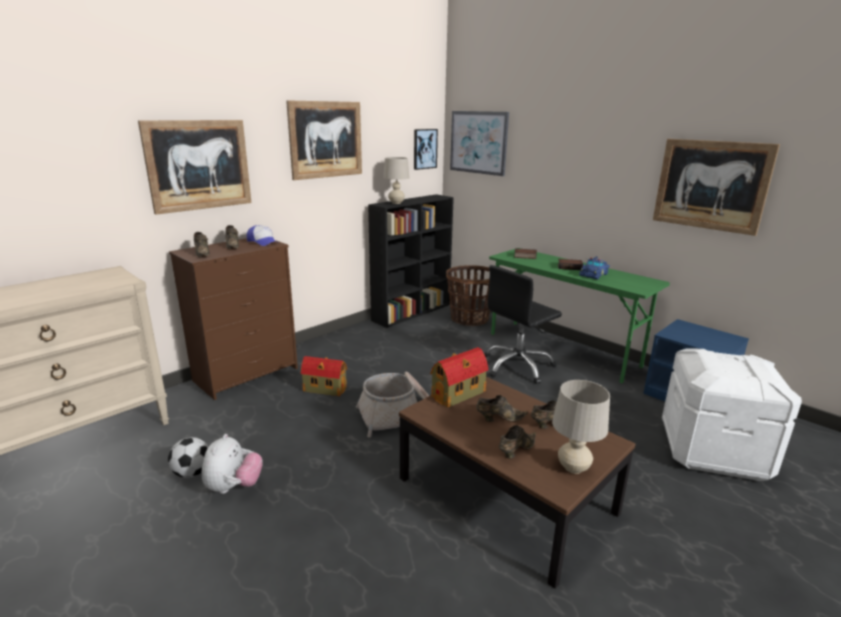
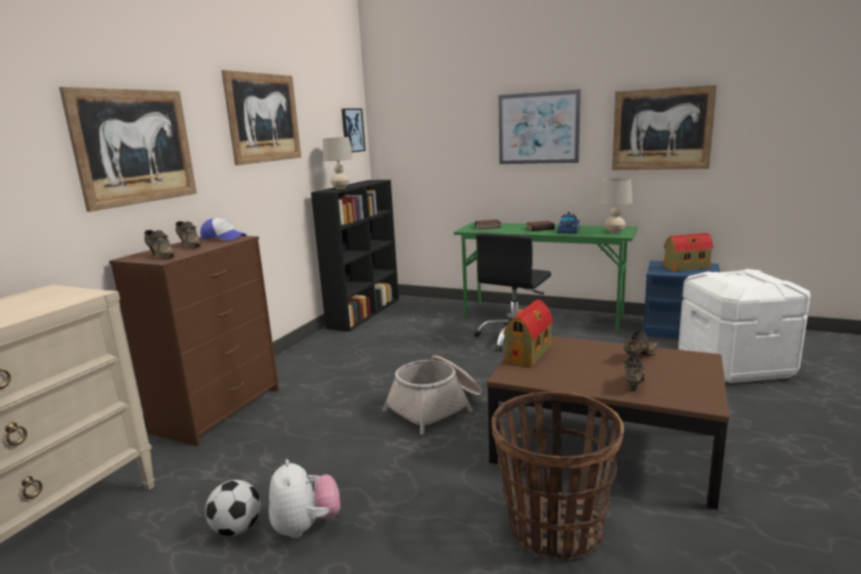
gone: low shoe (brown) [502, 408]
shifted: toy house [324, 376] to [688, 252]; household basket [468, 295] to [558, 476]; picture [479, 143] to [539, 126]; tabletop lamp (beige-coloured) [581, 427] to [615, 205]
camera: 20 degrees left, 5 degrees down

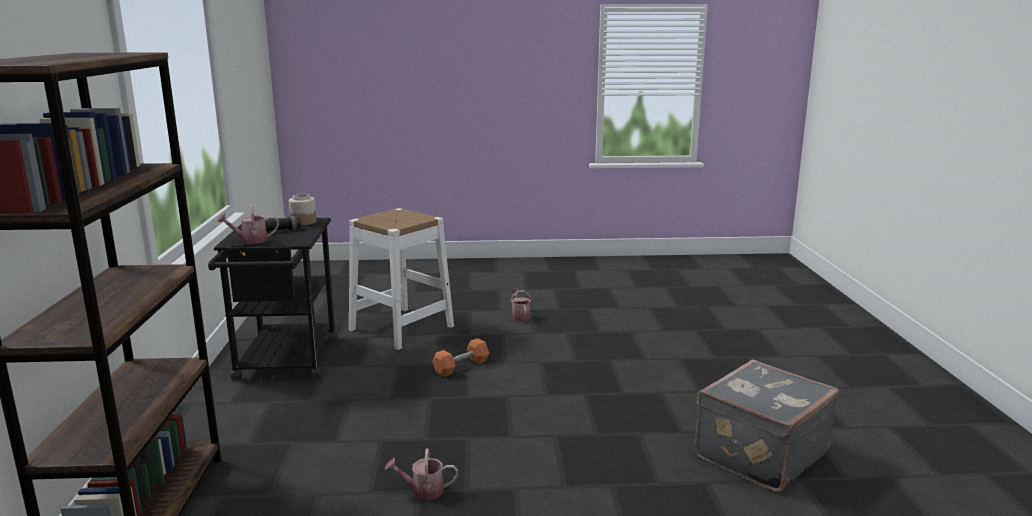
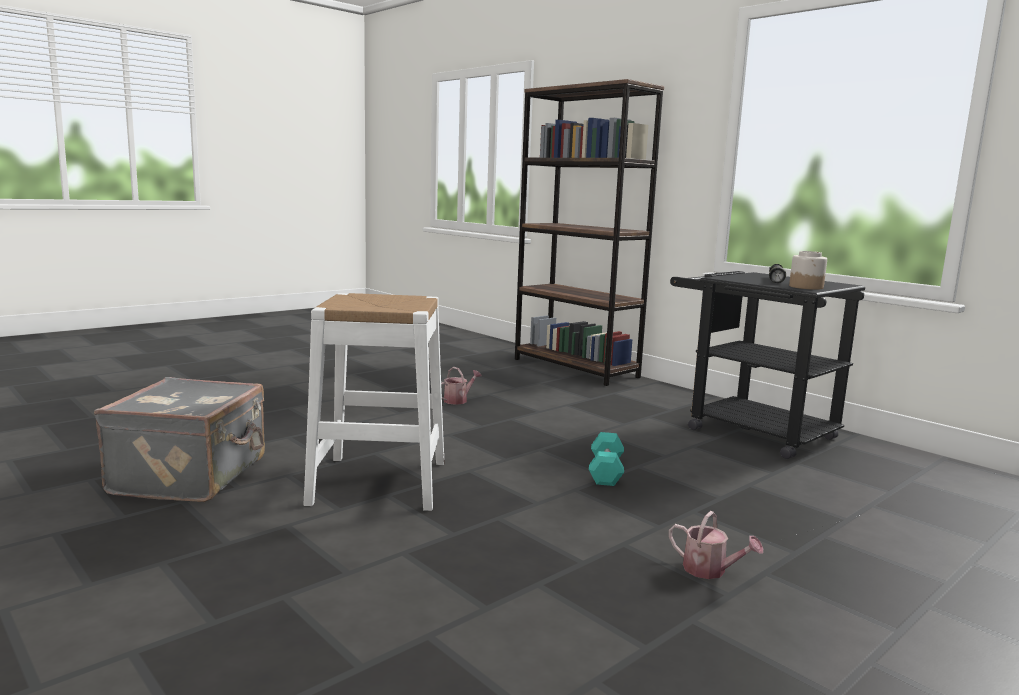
gone: watering pot [248, 224]
shifted: stool (white) [401, 279] to [374, 402]
repainted: dumbbell (orange-coloured) [461, 357] to dumbbell (turquoise) [606, 459]
camera: 140 degrees right, 5 degrees down

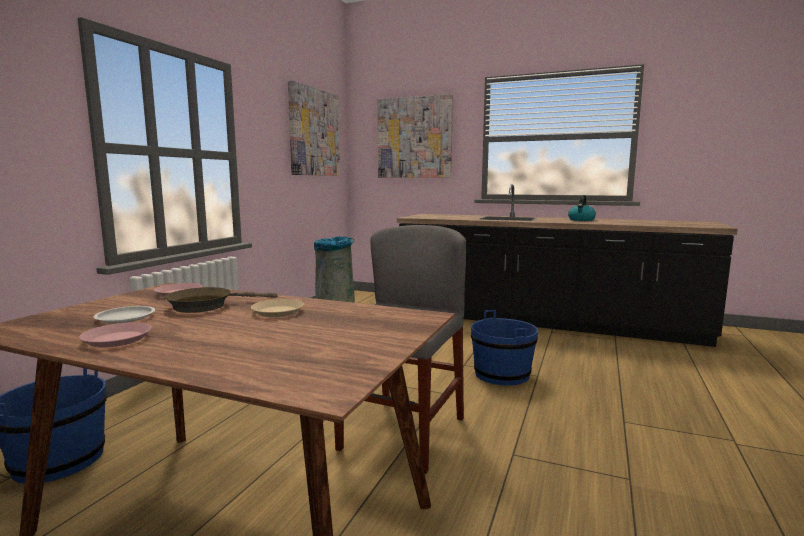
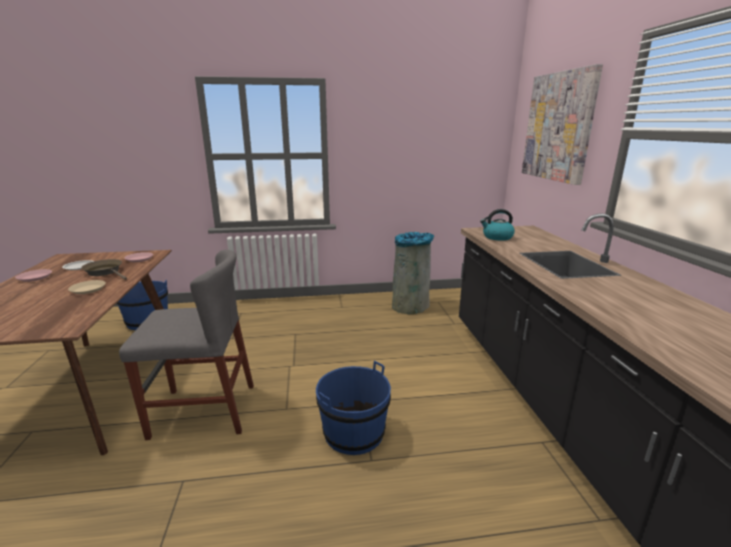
gone: picture [314, 128]
shifted: kettle [582, 208] to [497, 225]
camera: 60 degrees right, 10 degrees up

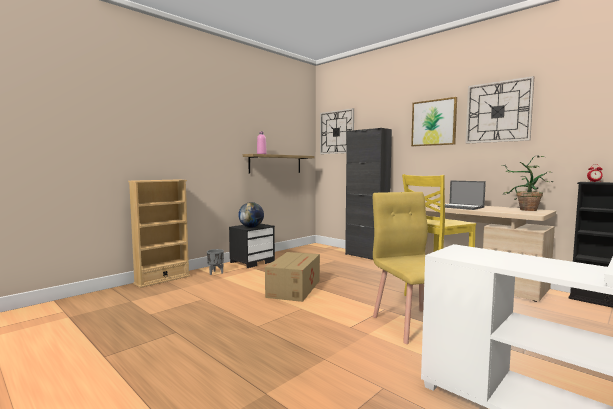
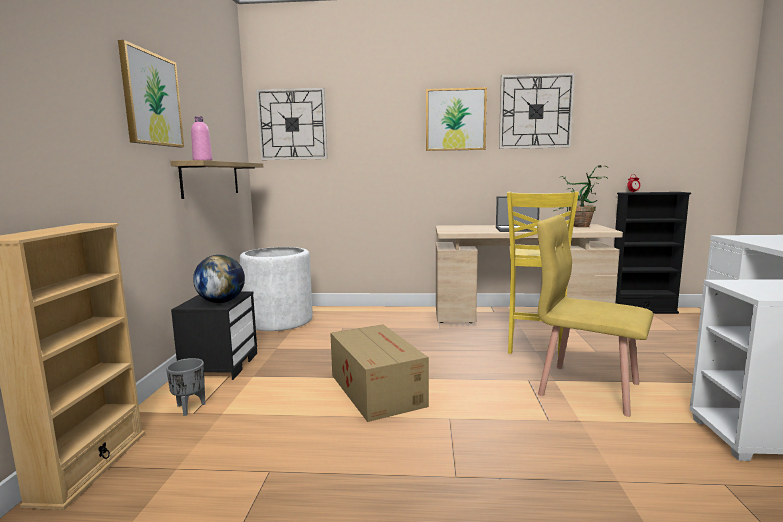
gone: cabinet (black-coloured) [368, 194]
new: picture [151, 93]; flower pot (white) [276, 289]
camera: 40 degrees left, 5 degrees up

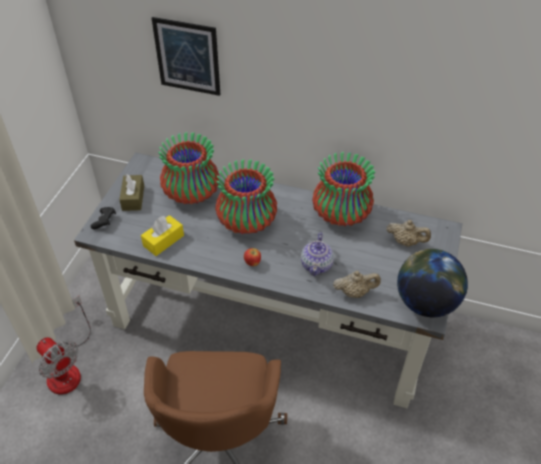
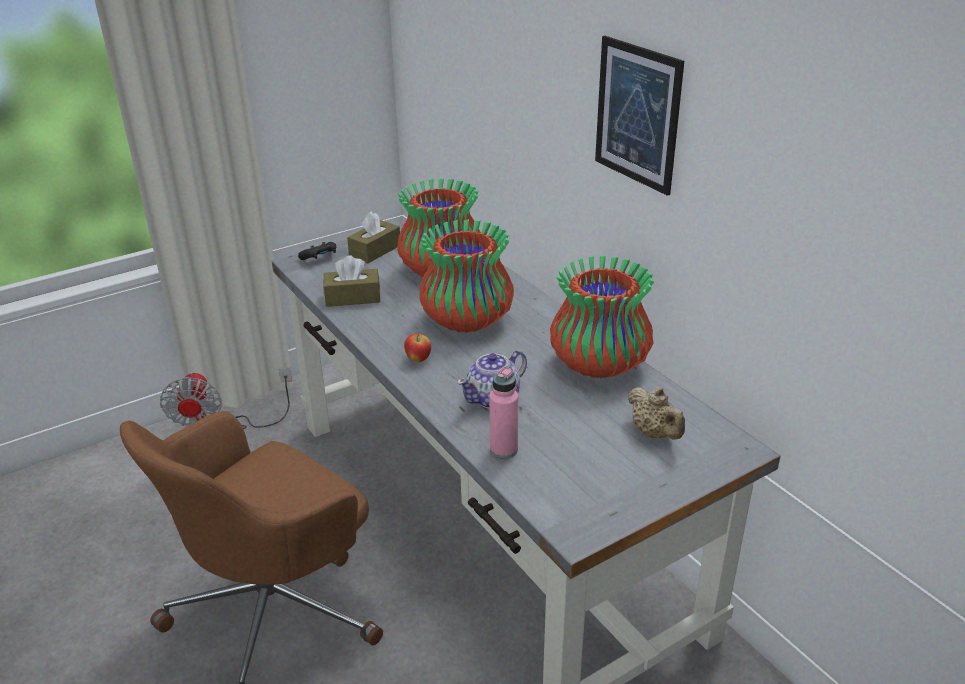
gone: world globe [432, 283]
shifted: picture [186, 56] to [639, 116]
swapped: tea pot (beige-coloured) [357, 284] to bottle (pink-coloured) [503, 412]
repainted: tissue holder (yellowish) [162, 235] to tissue holder (brown) [352, 281]
camera: 40 degrees right, 15 degrees down

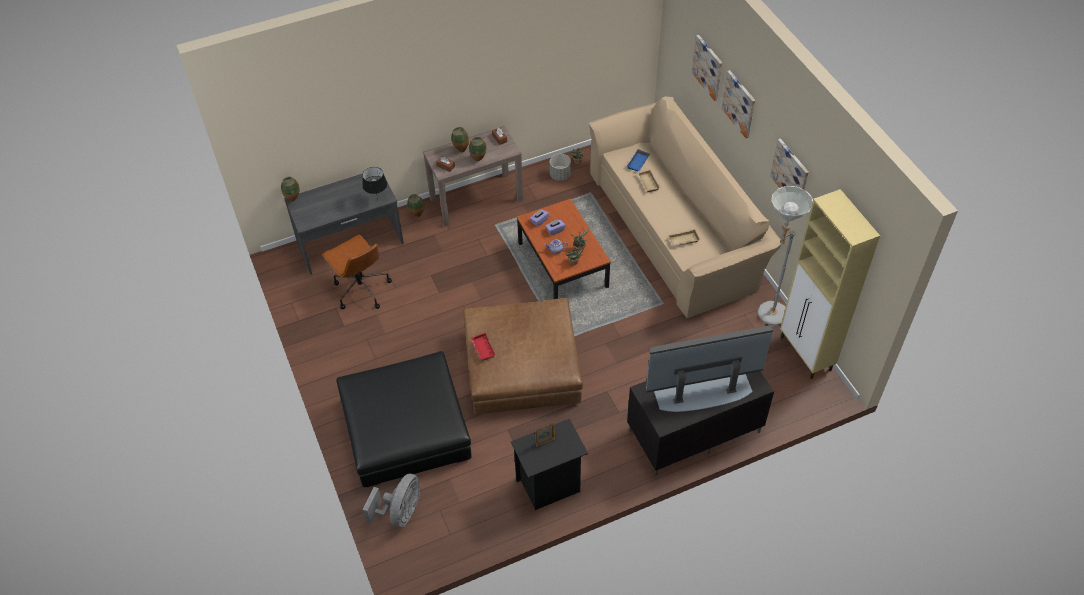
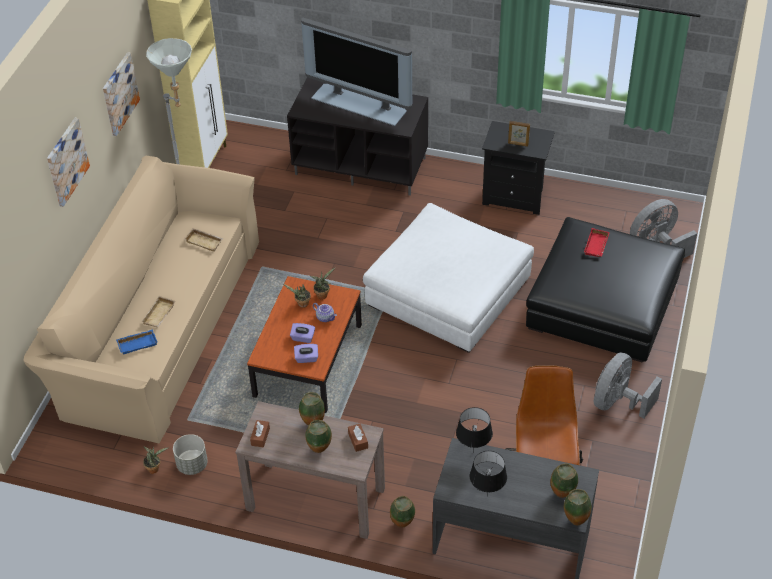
gone: picture [707, 68]
new: tabletop lamp (black-coloured) [488, 473]; vase [564, 480]; electric fan (greyish) [628, 385]
shifted: serving tray (red-coloured) [483, 347] to [597, 242]
repainted: pouffe (brown) [523, 356] to pouffe (white) [448, 278]
camera: 140 degrees left, 5 degrees down

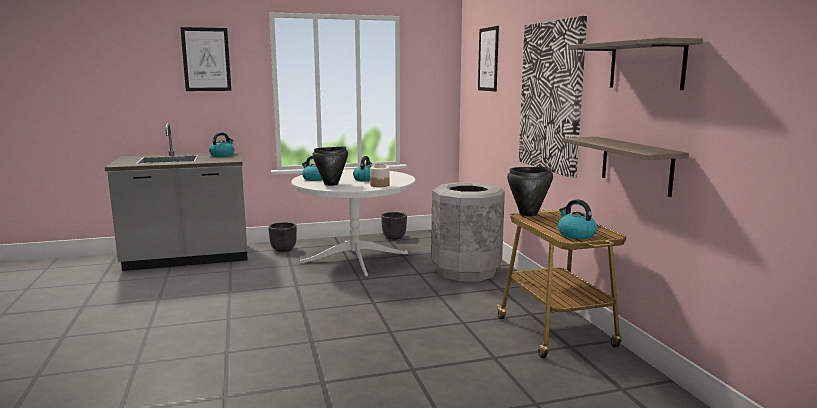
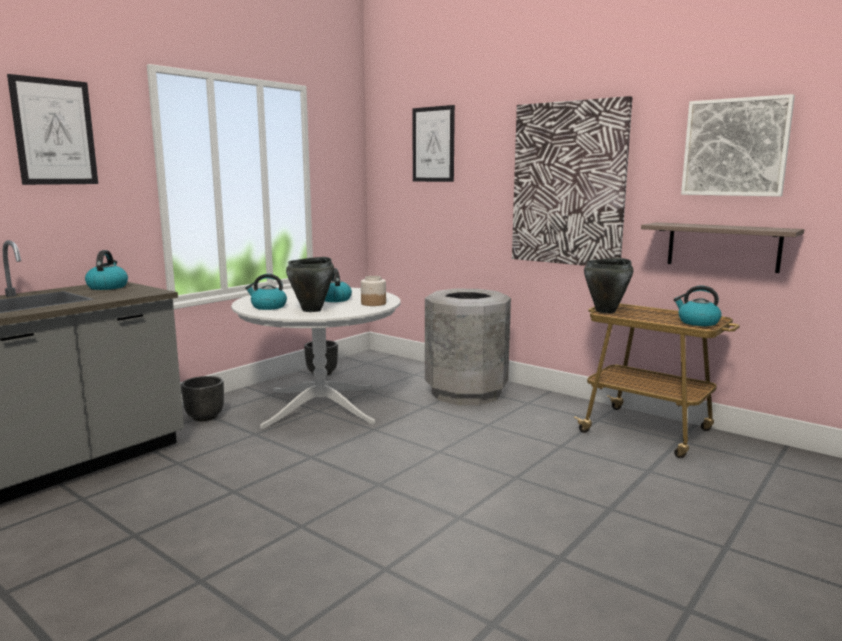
swapped: bracket shelf [635, 64] to picture [738, 145]
camera: 35 degrees left, 0 degrees up

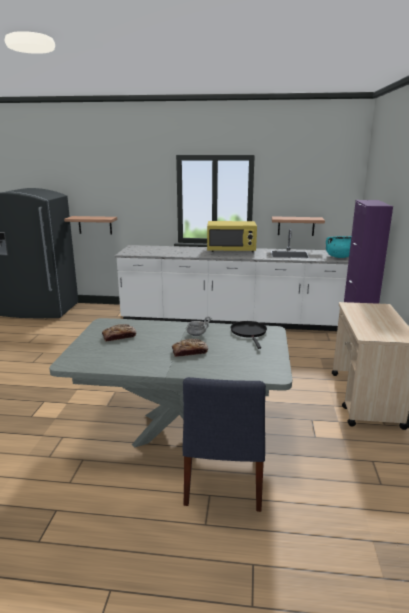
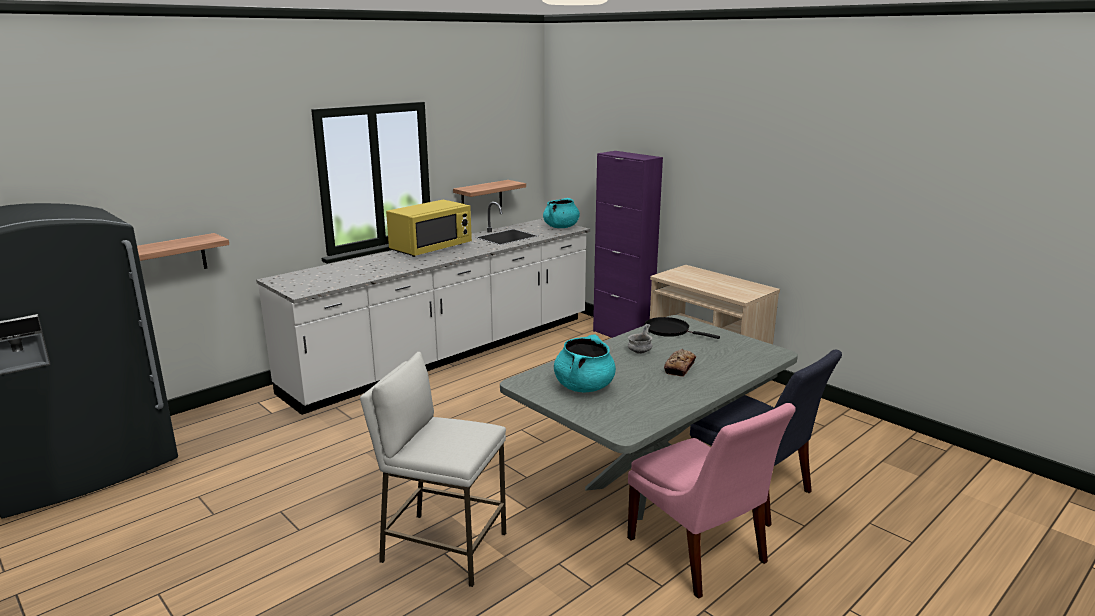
new: stool (white) [433, 469]; chair (pink-coloured) [711, 500]
swapped: bakery bread [119, 333] to cooking pot (turquoise) [585, 363]
camera: 50 degrees left, 0 degrees up

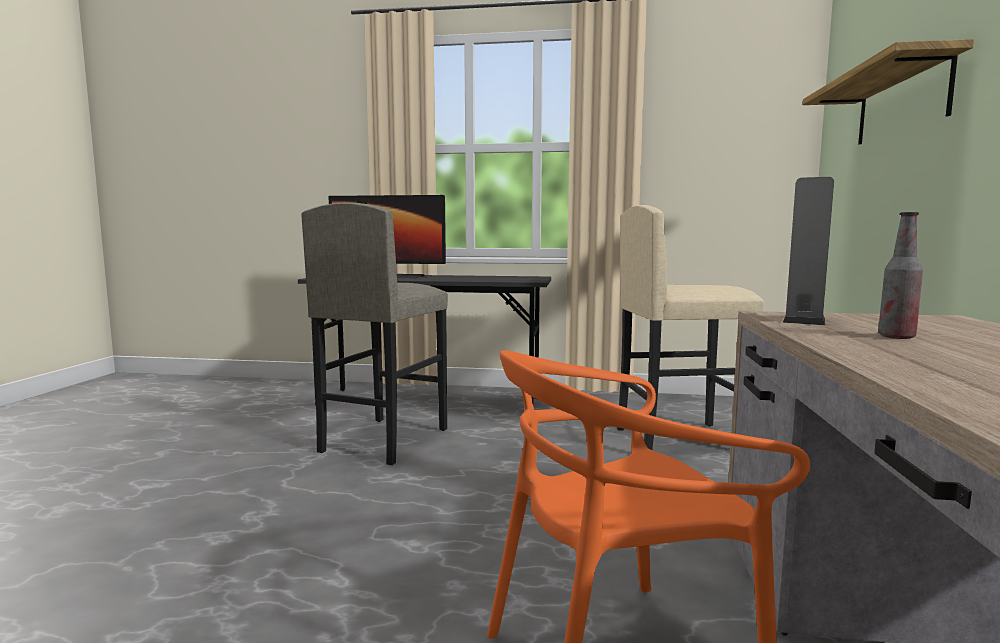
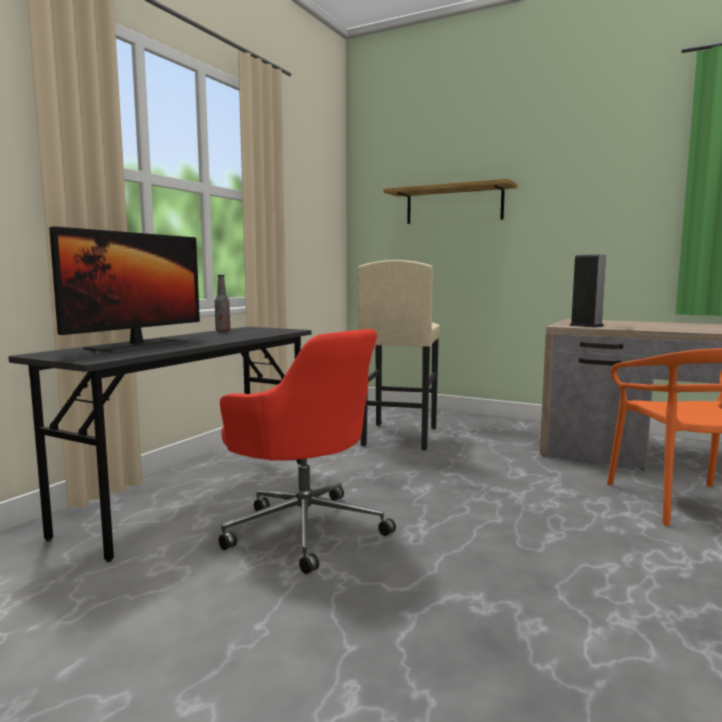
shifted: bottle [900, 275] to [222, 303]
swapped: stool (greyish) [374, 333] to office chair (red-coloured) [307, 451]
camera: 70 degrees left, 0 degrees up

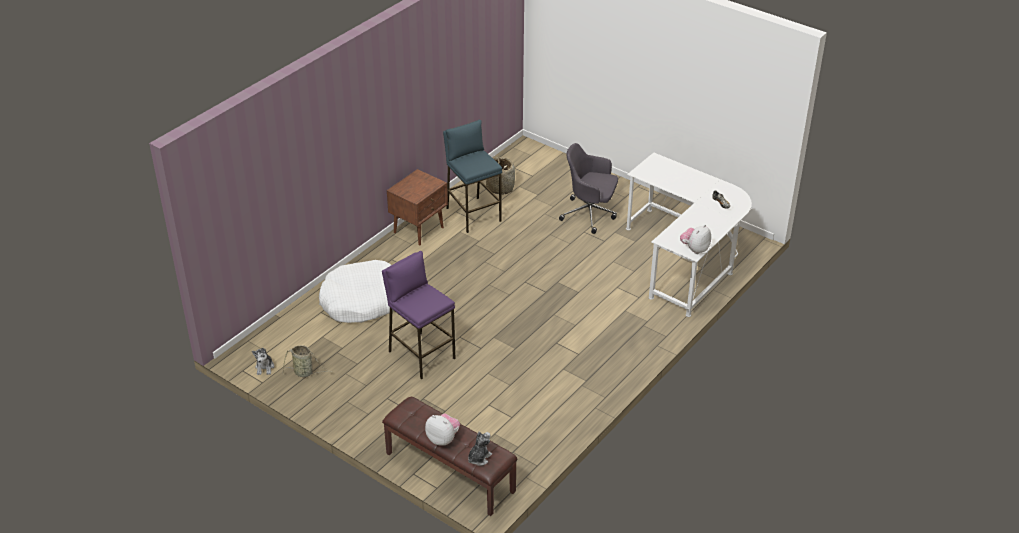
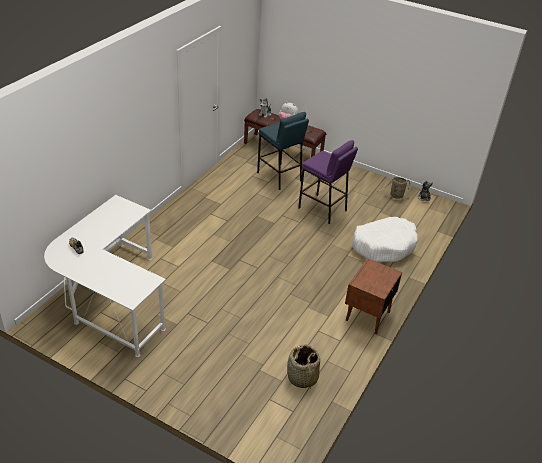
gone: office chair (greyish) [588, 188]; cuddly toy [695, 239]
shifted: stool (blue-coloured) [472, 176] to [283, 151]
camera: 170 degrees right, 0 degrees up

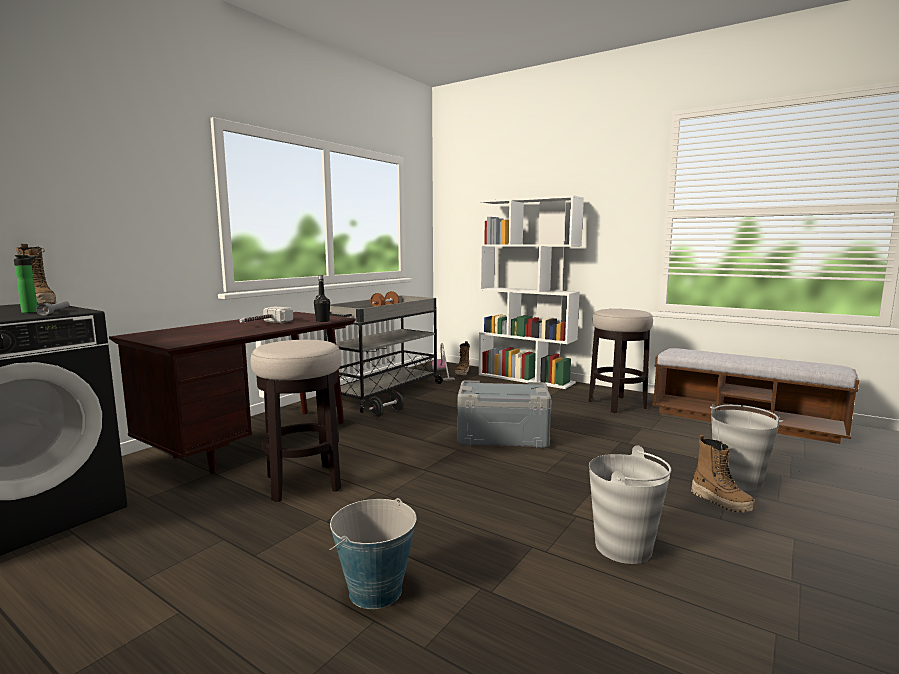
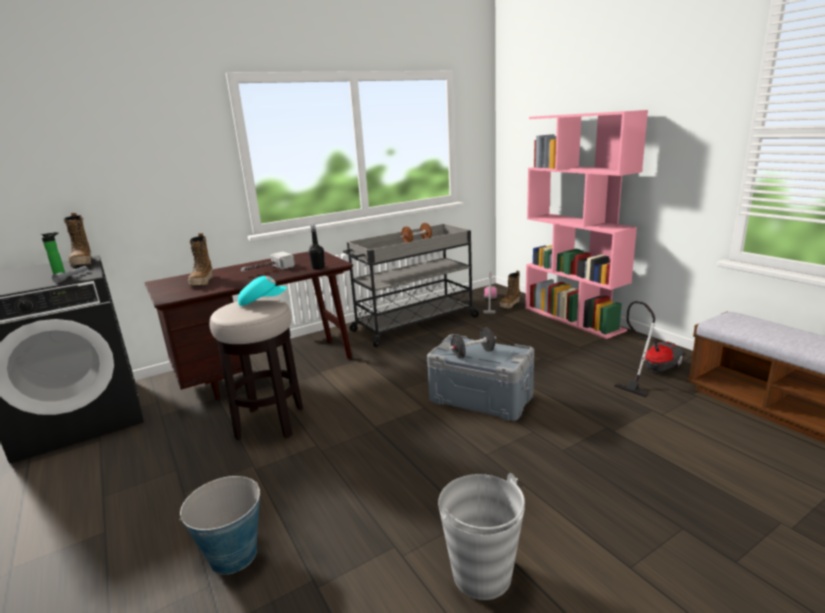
gone: pail (greyish) [747, 447]
new: cap (turquoise) [262, 291]
shifted: dumbbell (black-coloured) [386, 404] to [472, 343]; boot [723, 474] to [200, 259]
swapped: stool [620, 361] to vacuum [650, 349]
repainted: bookcase (white) [531, 292] to bookcase (pink-coloured) [586, 224]
camera: 25 degrees right, 10 degrees up

